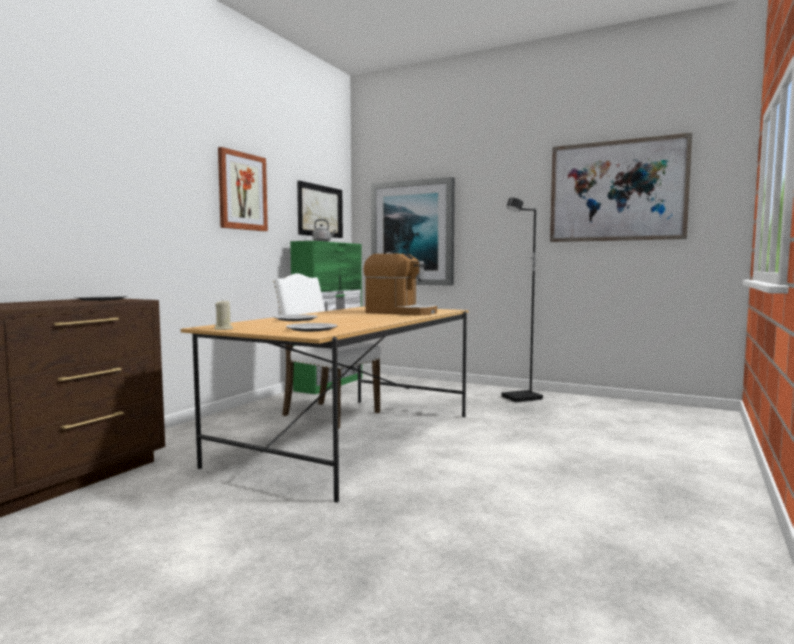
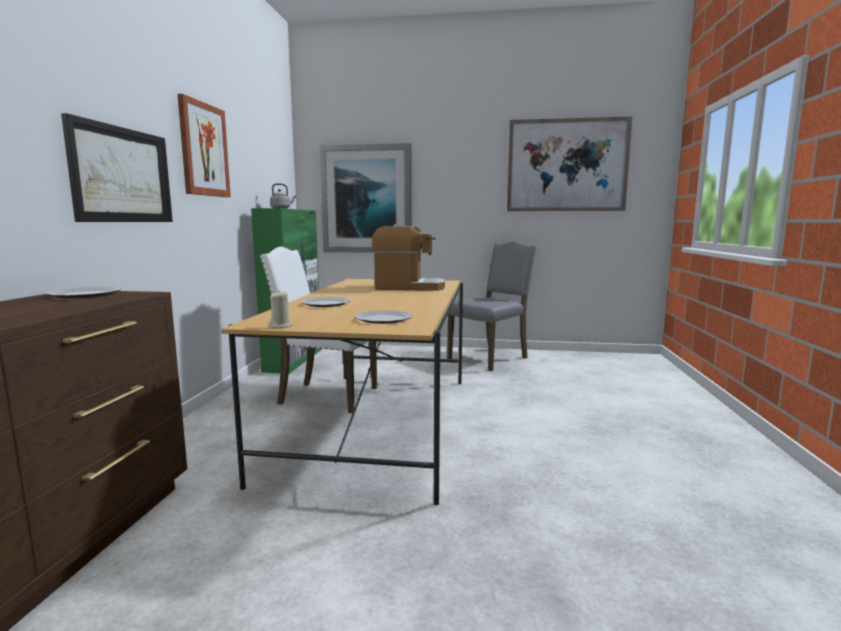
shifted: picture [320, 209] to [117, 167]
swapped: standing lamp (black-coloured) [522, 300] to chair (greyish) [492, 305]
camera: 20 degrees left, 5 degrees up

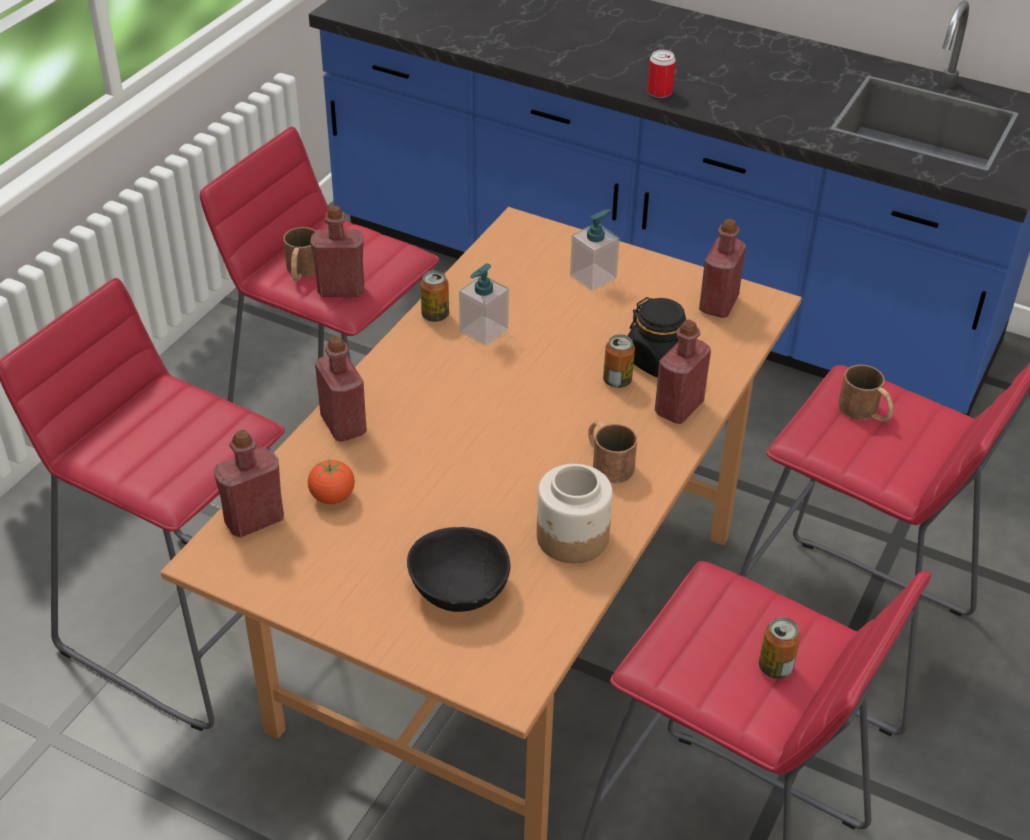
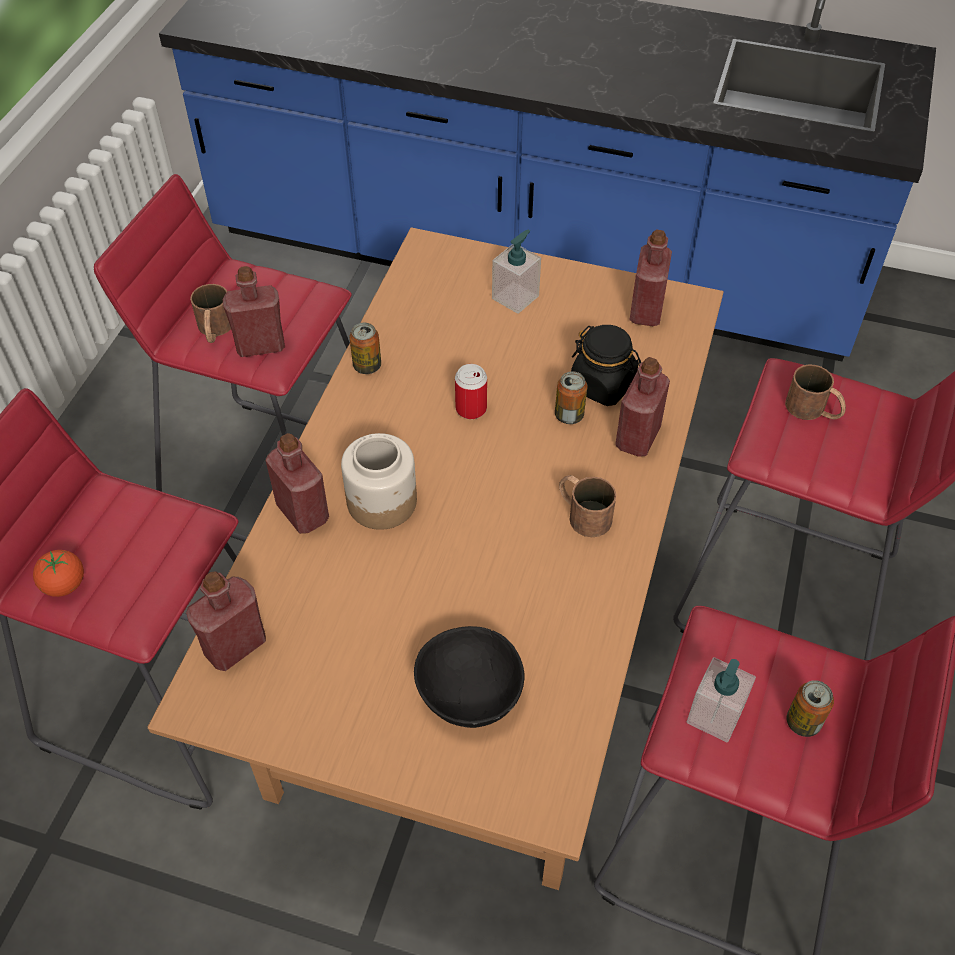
shifted: fresh tomato [331, 481] to [58, 573]; soap dispenser [484, 304] to [721, 700]; preserve jar [575, 513] to [379, 481]; sealed can [661, 74] to [471, 391]
camera: 10 degrees left, 10 degrees up

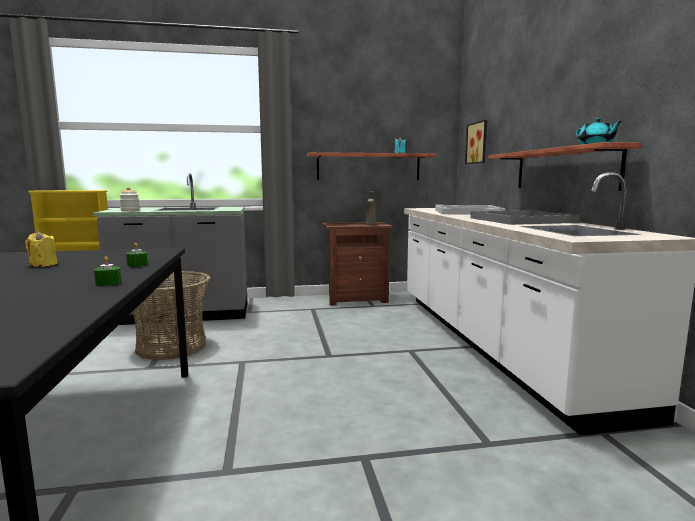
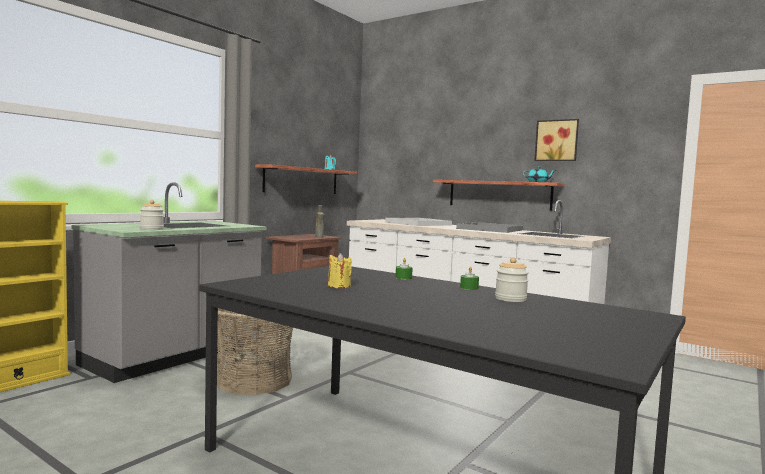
new: preserve jar [512, 279]
shifted: picture [476, 142] to [556, 140]
camera: 45 degrees left, 5 degrees down

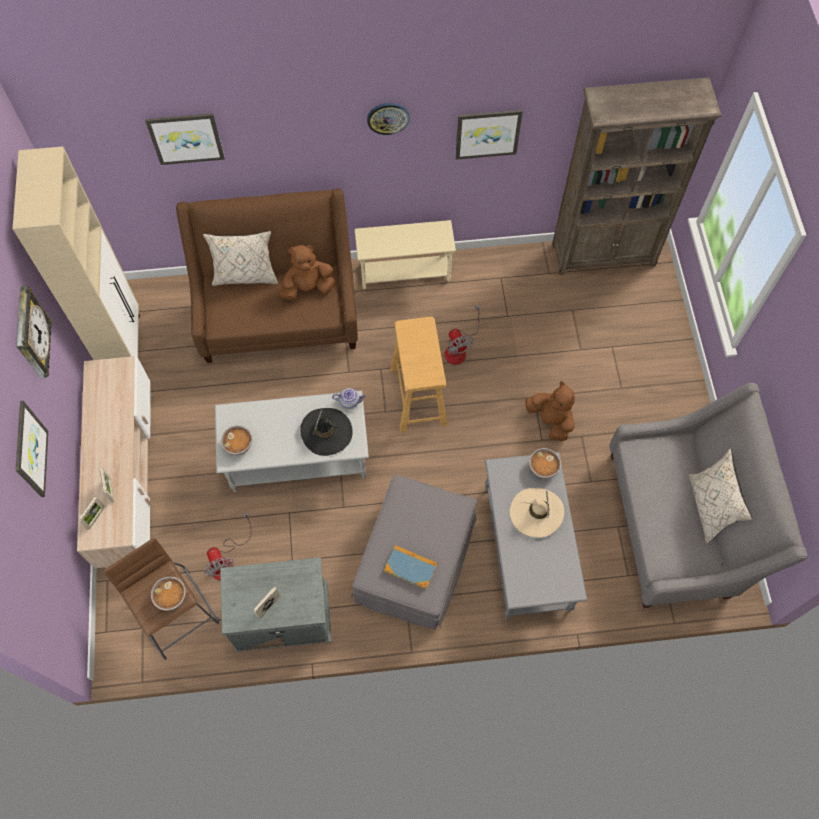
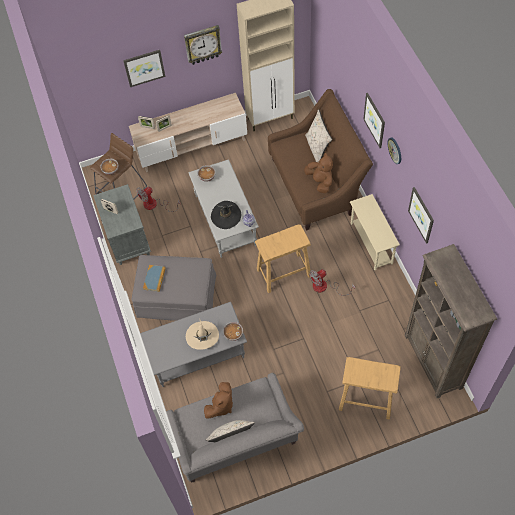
new: stool (beige-coloured) [370, 388]
shifted: picture [185, 139] to [374, 120]; cuddly toy (brown) [550, 411] to [218, 400]
camera: 80 degrees right, 5 degrees down

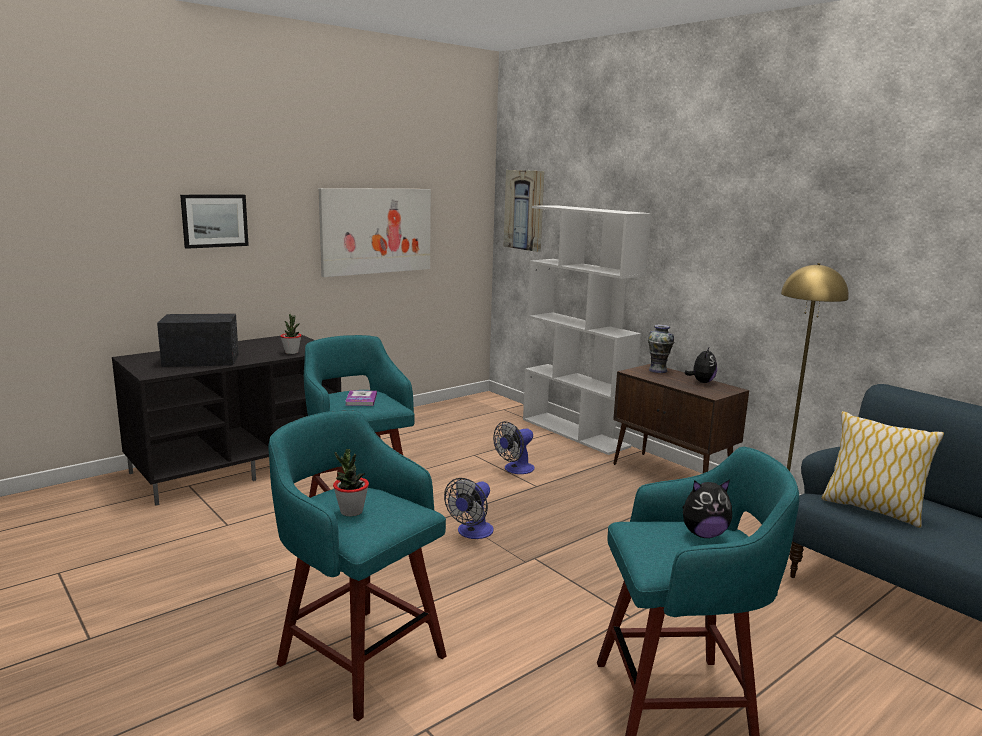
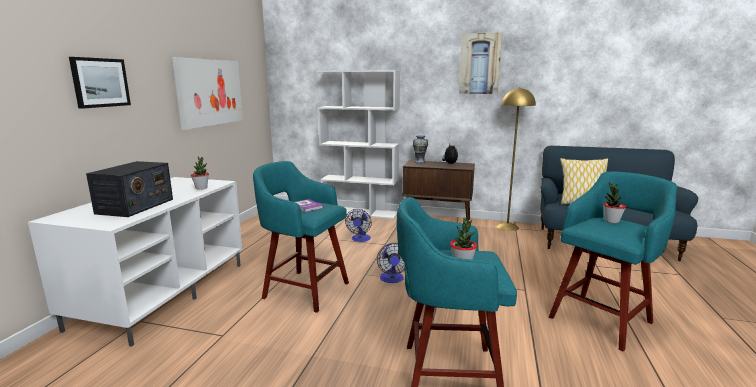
shifted: picture [523, 211] to [480, 63]
swapped: cuddly toy [707, 509] to plant in a pot [614, 202]
repainted: media console (black-coloured) [226, 420] to media console (white) [135, 261]
rotated: radio set [198, 340] = [129, 189] 150 degrees clockwise
camera: 35 degrees left, 0 degrees up

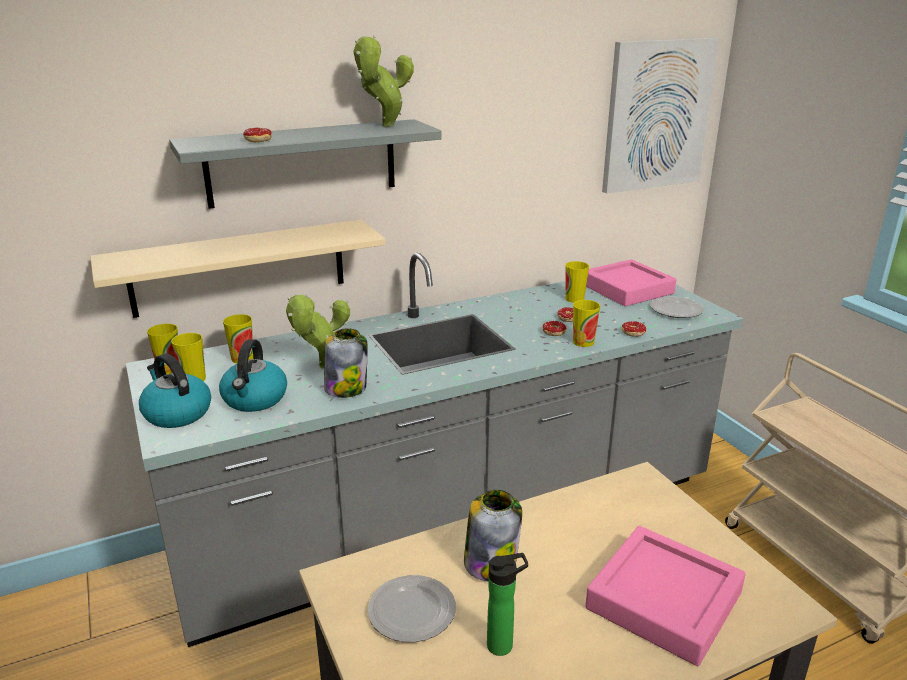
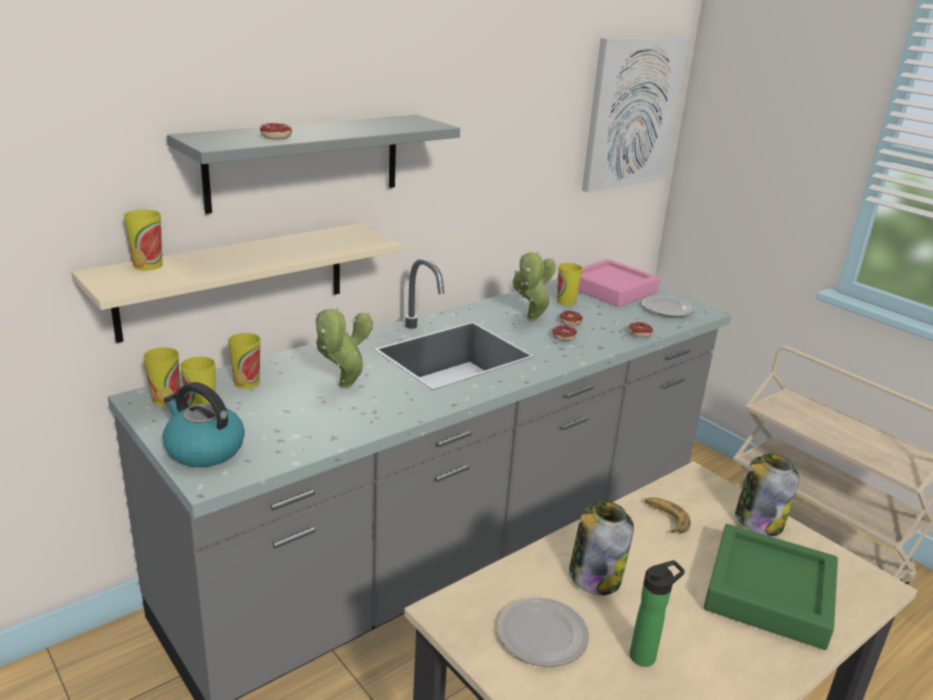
gone: kettle [253, 375]
new: banana fruit [667, 515]
shifted: preserve jar [345, 363] to [767, 494]; plant in a pot [384, 81] to [534, 286]; cup [586, 323] to [143, 240]
repainted: serving tray (pink-coloured) [665, 596] to serving tray (green) [771, 587]
camera: 15 degrees left, 0 degrees up

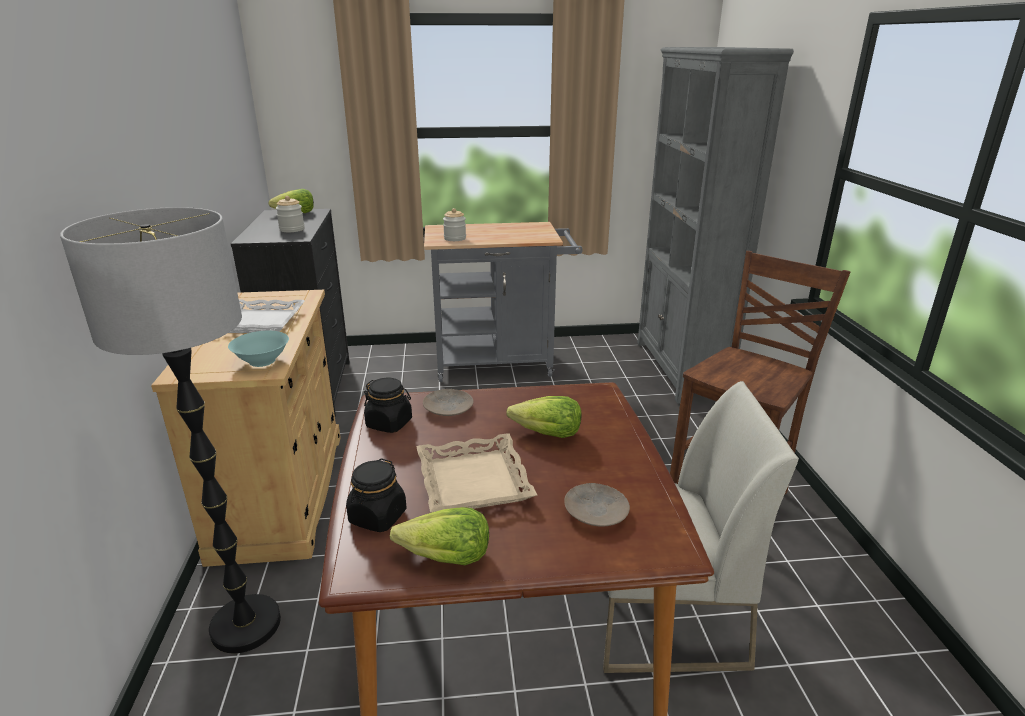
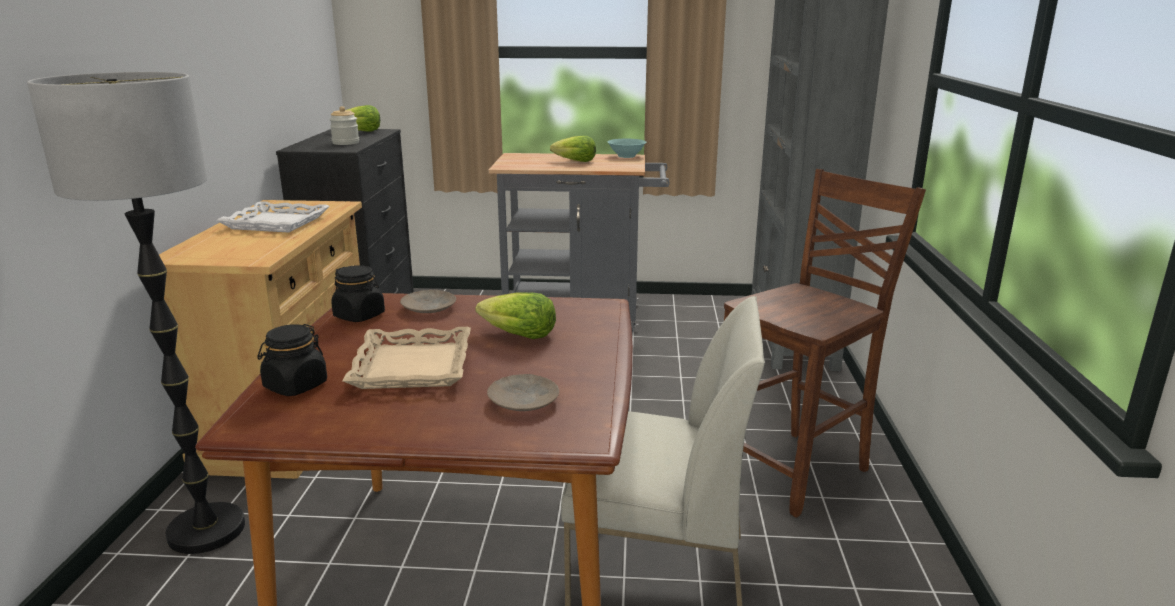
gone: preserve jar [454, 224]
shifted: deep dish (turquoise) [258, 349] to [627, 148]; head of lettuce [439, 536] to [573, 149]
camera: 10 degrees right, 5 degrees down

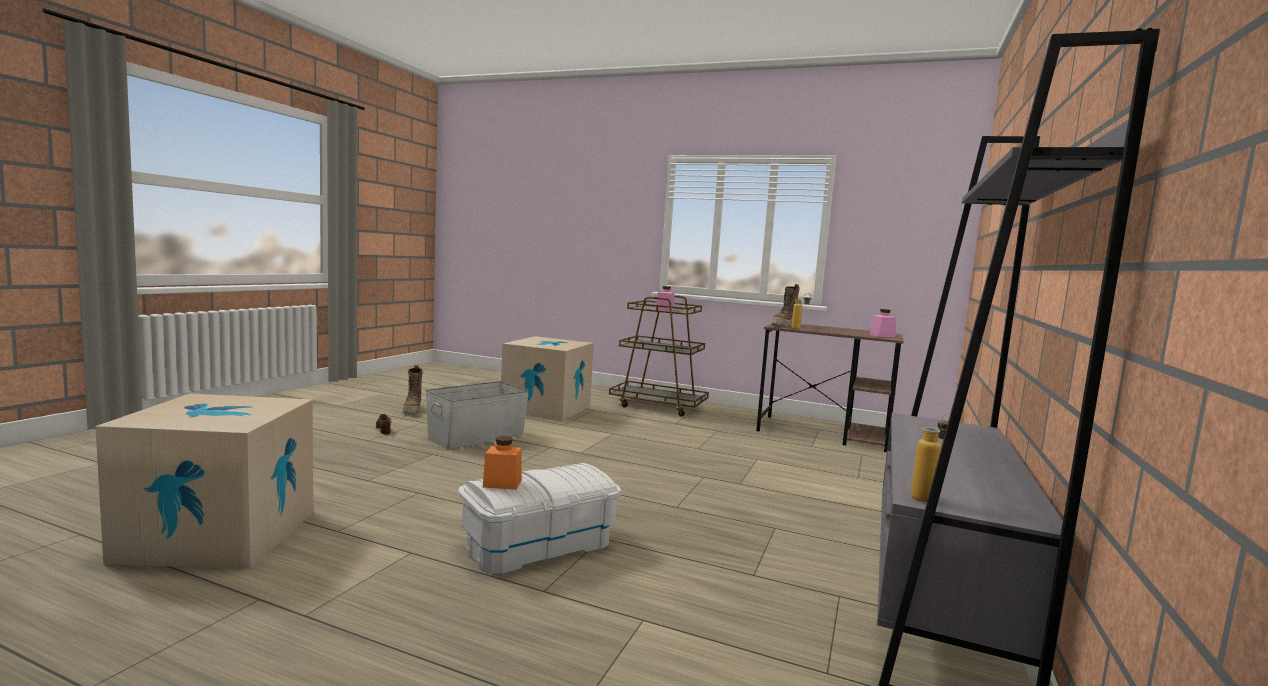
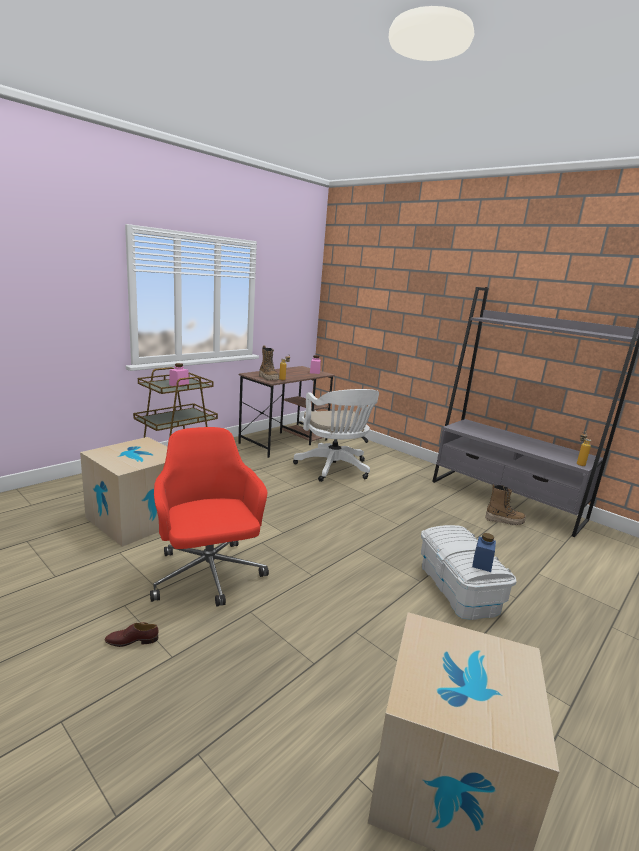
new: office chair (white) [336, 435]
shifted: boot [413, 389] to [505, 504]
swapped: storage box (greyish) [477, 415] to office chair (red-coloured) [209, 517]
repainted: preserve jar (orange-coloured) [502, 463] to preserve jar (blue-coloured) [484, 552]
camera: 70 degrees left, 10 degrees up

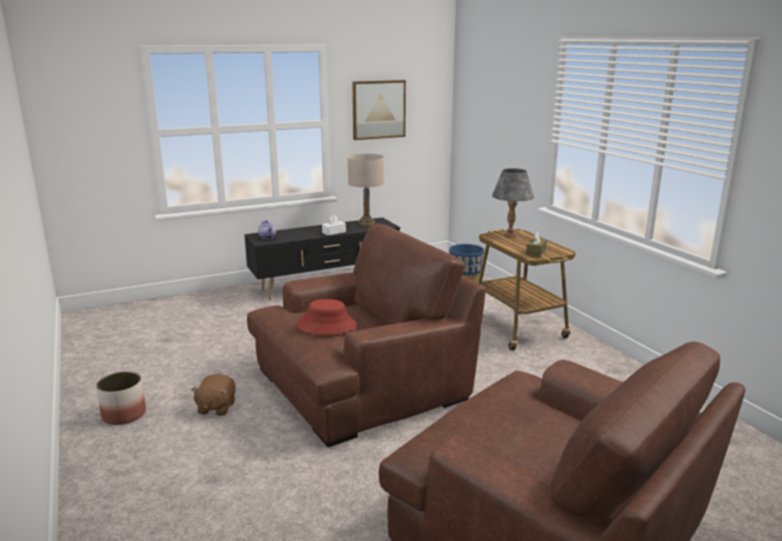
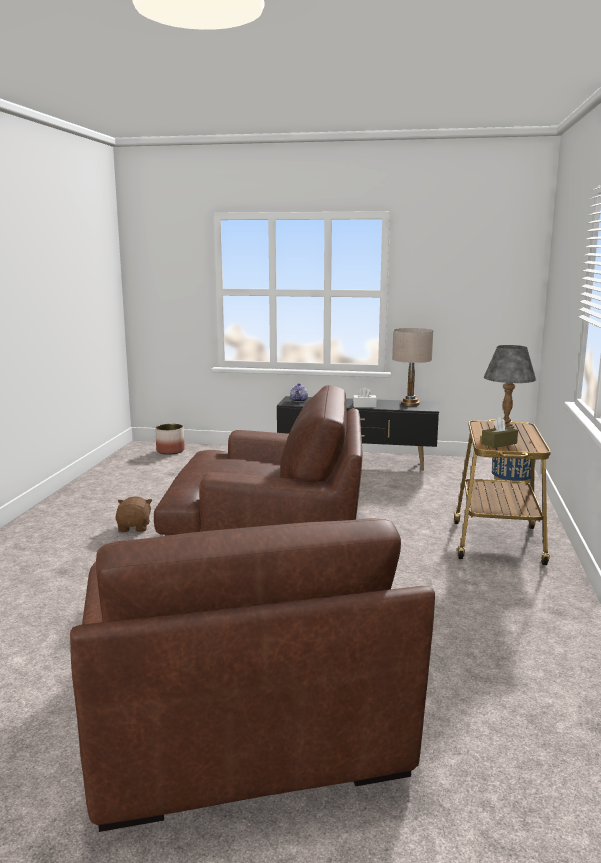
gone: clothing hat (red-coloured) [326, 317]; picture [379, 110]
shifted: flower pot [121, 398] to [170, 439]
rotated: cuddly toy (brown) [213, 395] = [134, 514] 135 degrees clockwise
camera: 35 degrees right, 5 degrees down

